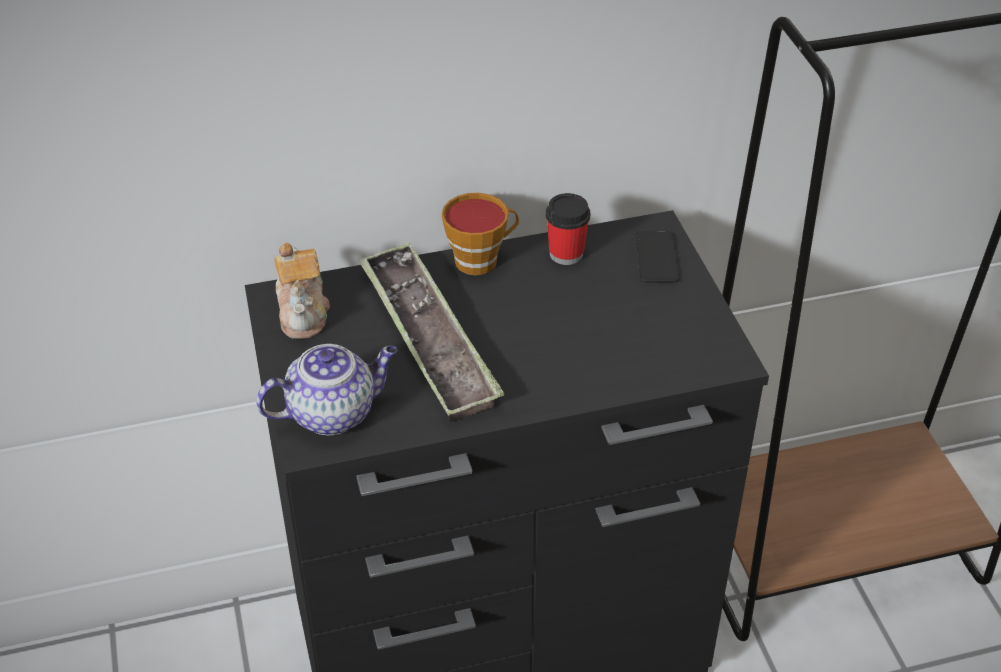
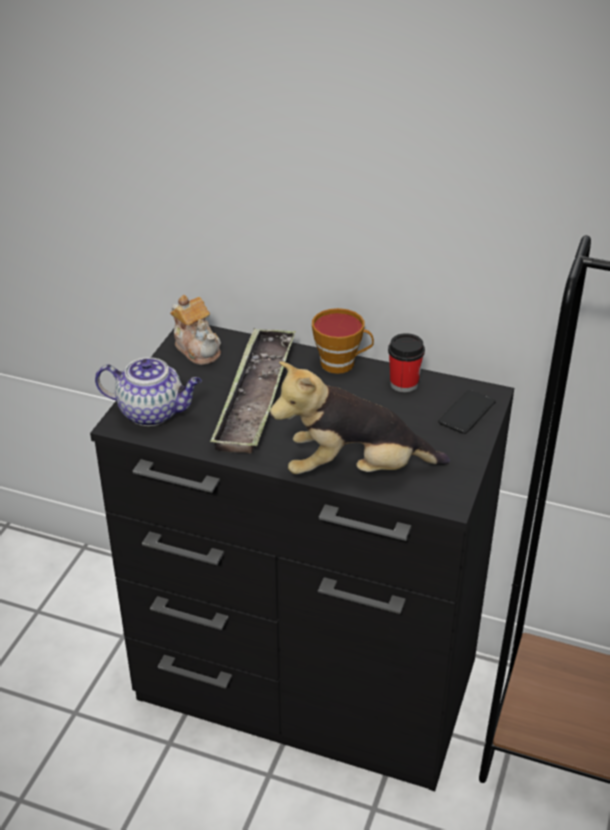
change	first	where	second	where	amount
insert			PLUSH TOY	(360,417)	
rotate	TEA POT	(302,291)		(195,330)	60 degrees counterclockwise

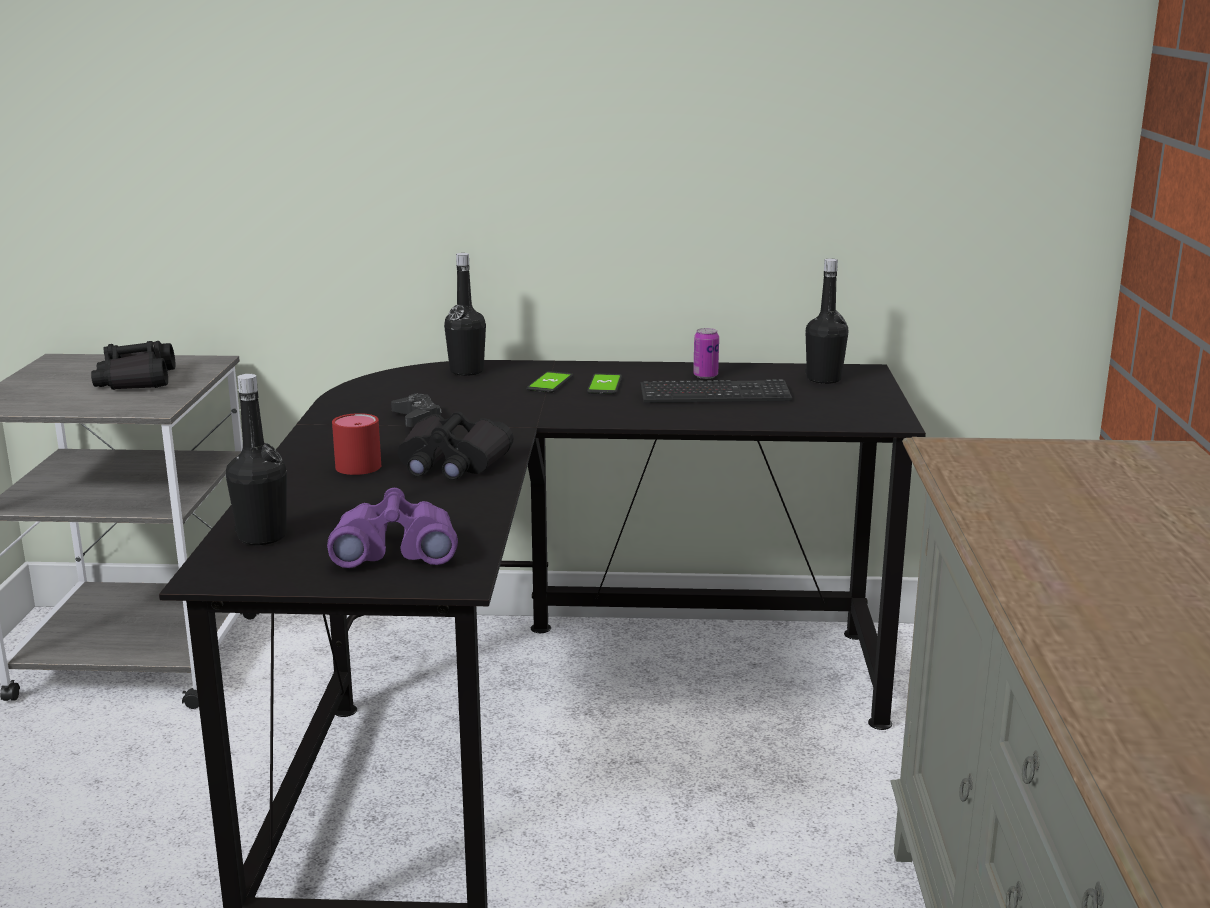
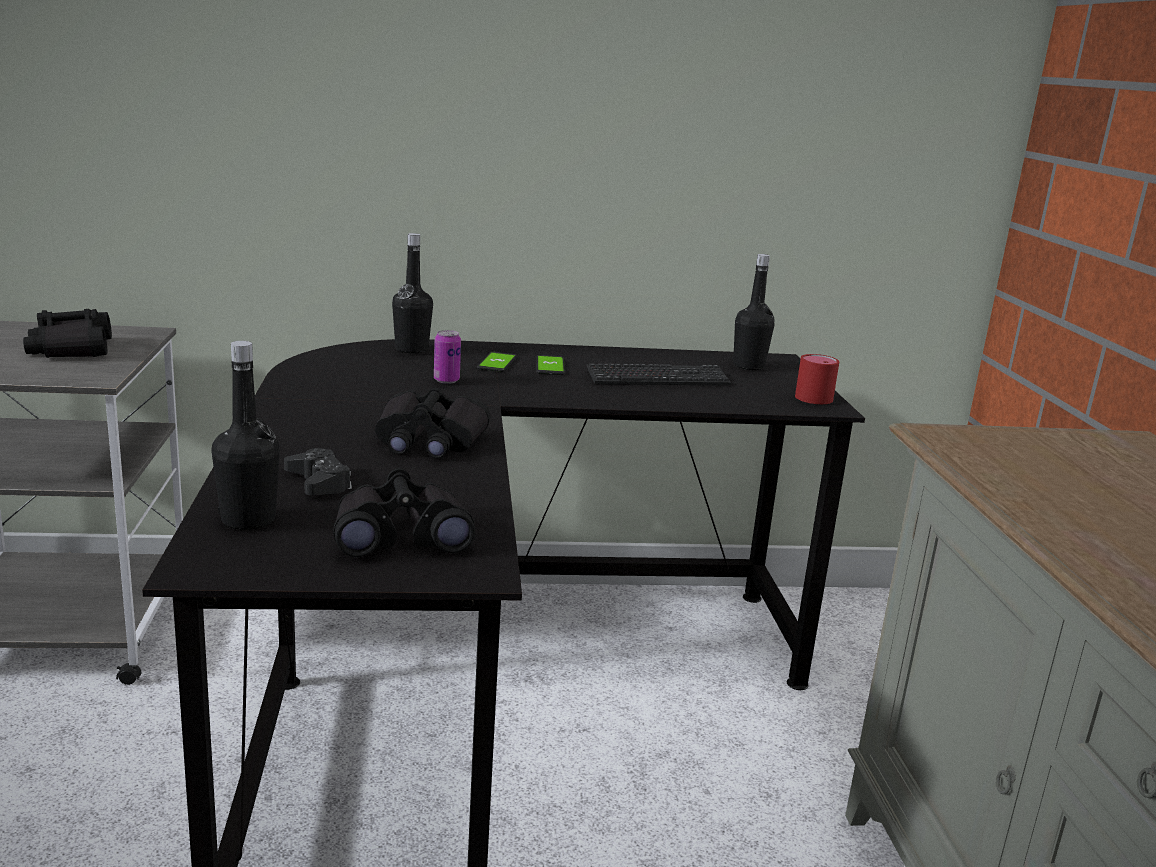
change	first	where	second	where	amount
move	RED TEA MUG	(356,444)		(817,379)	
move	BLACK JOYPAD	(416,410)		(318,471)	
move	METAL CAN	(706,353)		(447,357)	
recolor	PURPLE-COLOURED BINOCULARS	(392,528)	BLACK BINOCULARS	(404,512)	

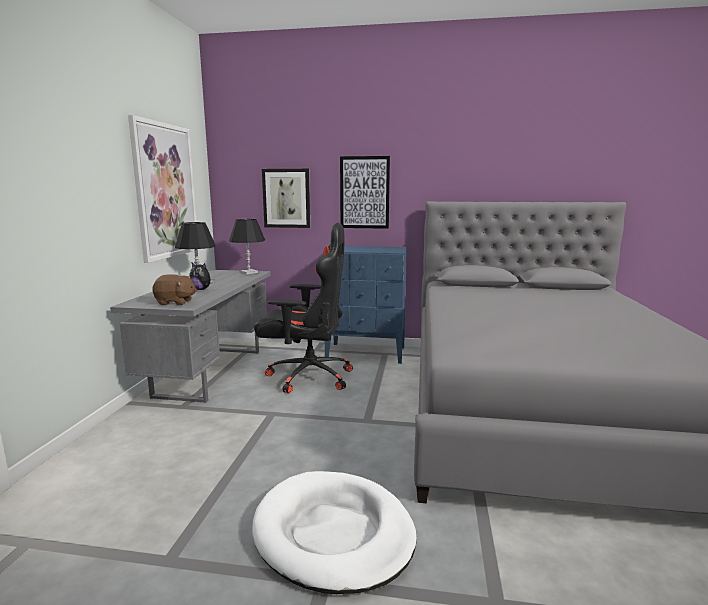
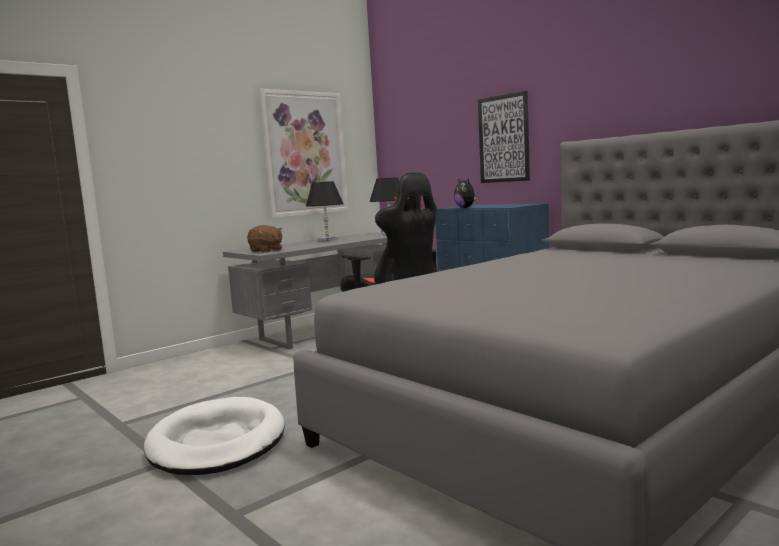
change	first	where	second	where	amount
delete	WALL ART	(286,198)			
move	PLUSH TOY	(202,276)		(466,193)	

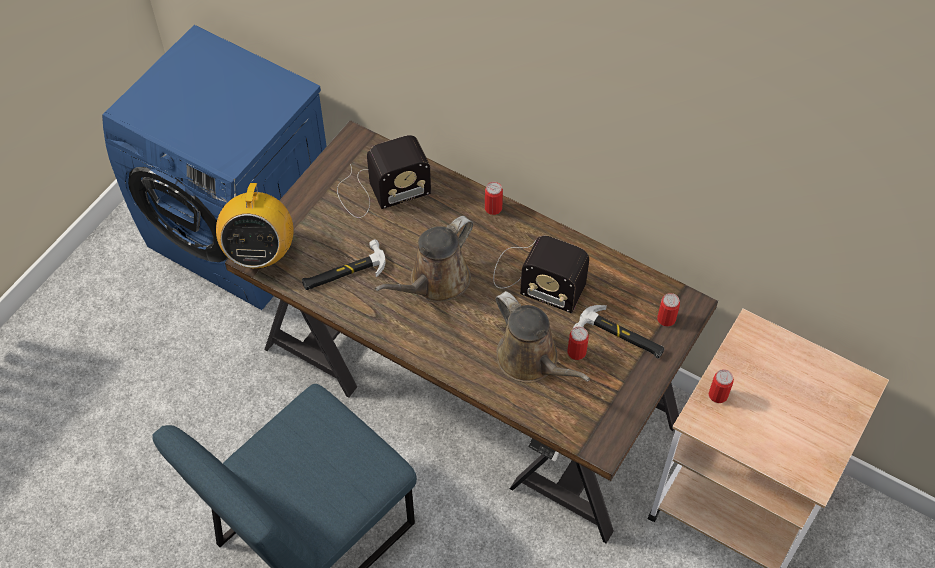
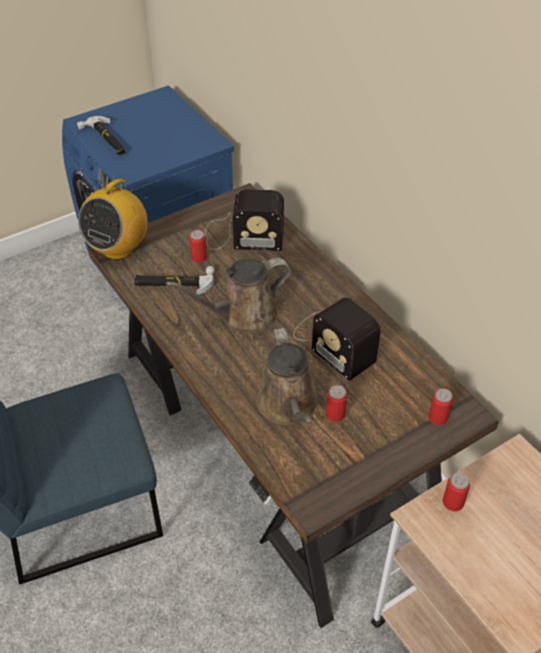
change	first	where	second	where	amount
move	METAL CAN	(494,198)		(198,246)	
move	HAMMER	(618,331)		(101,135)	

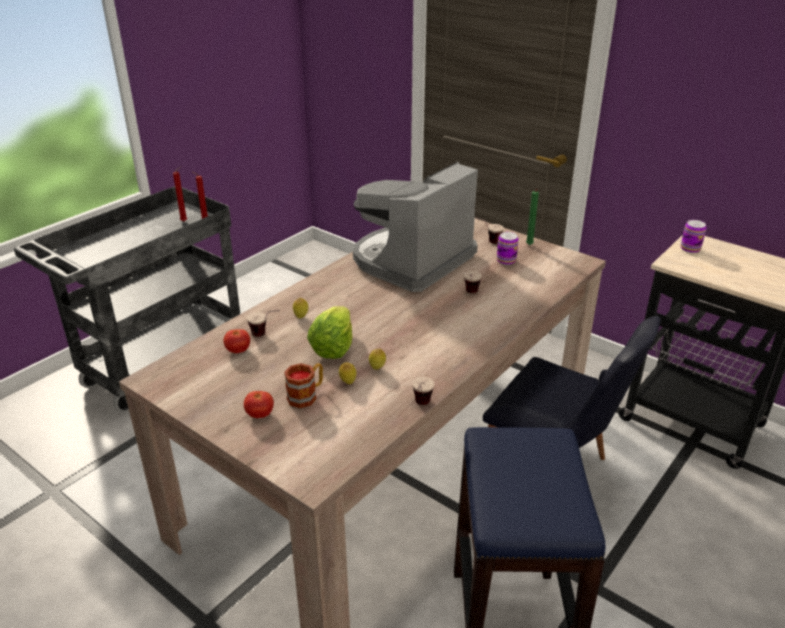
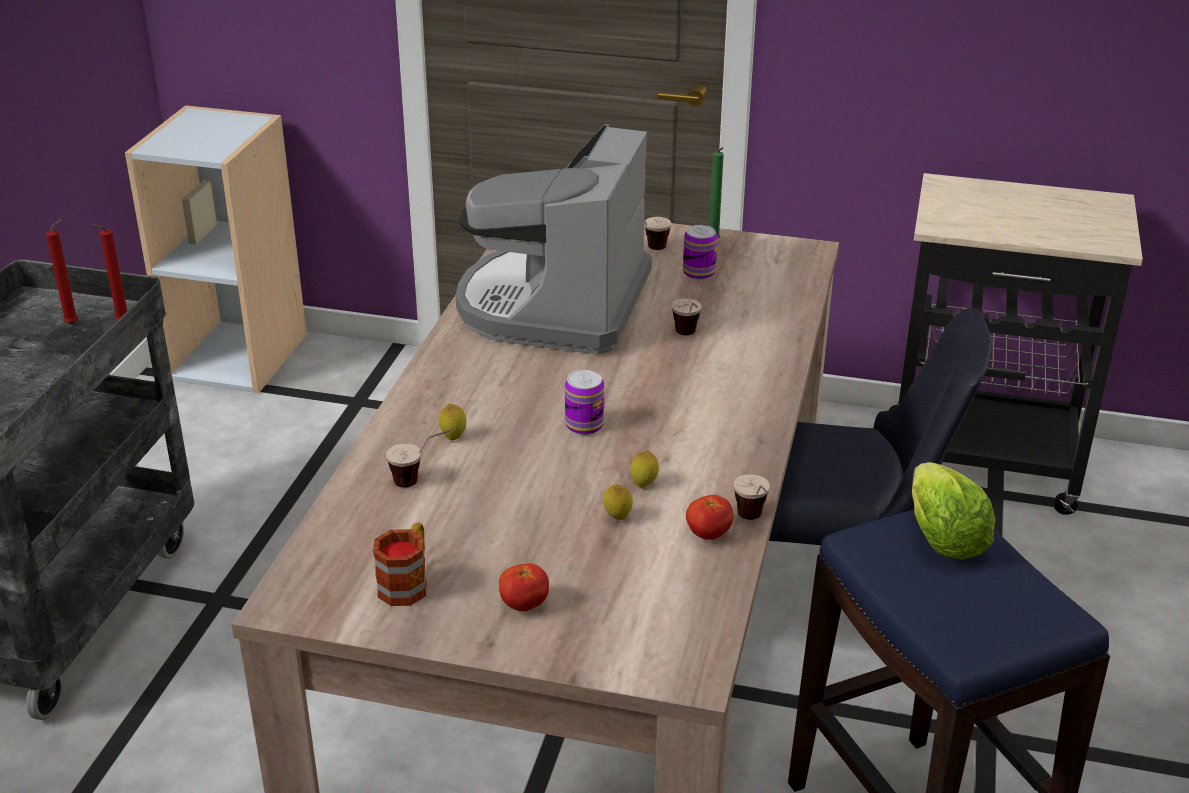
change	first	where	second	where	amount
insert			SHELVING UNIT	(216,249)	
move	TOMATO	(237,341)		(709,517)	
move	TEA MUG	(303,385)		(400,564)	
move	HEAD OF LETTUCE	(329,332)		(954,510)	
move	METAL CAN	(694,236)		(584,402)	

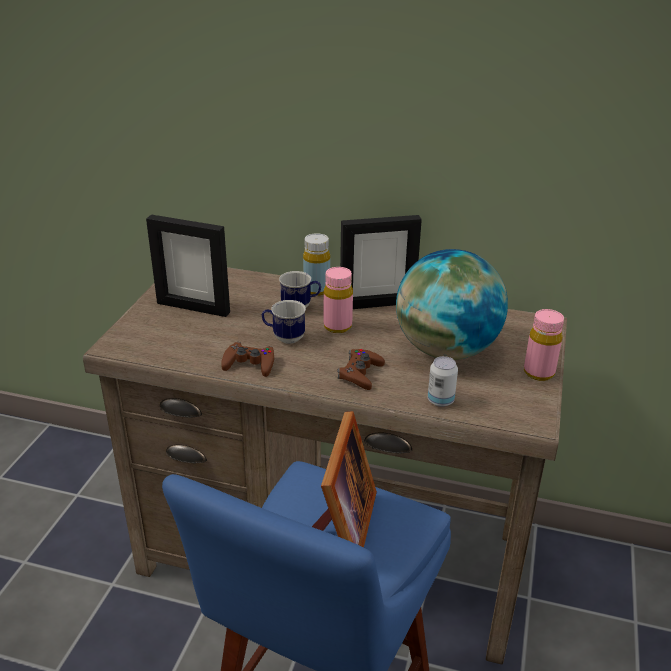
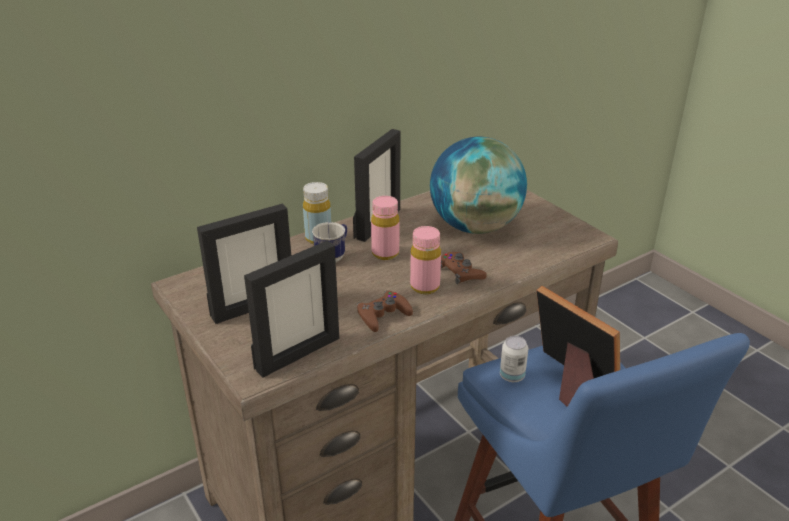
change	first	where	second	where	amount
delete	TEA MUG	(284,322)			
insert			PHOTO FRAME	(291,309)	
move	METAL CAN	(443,381)		(514,359)	
move	PINK DRINK BOTTLE	(544,345)		(425,260)	

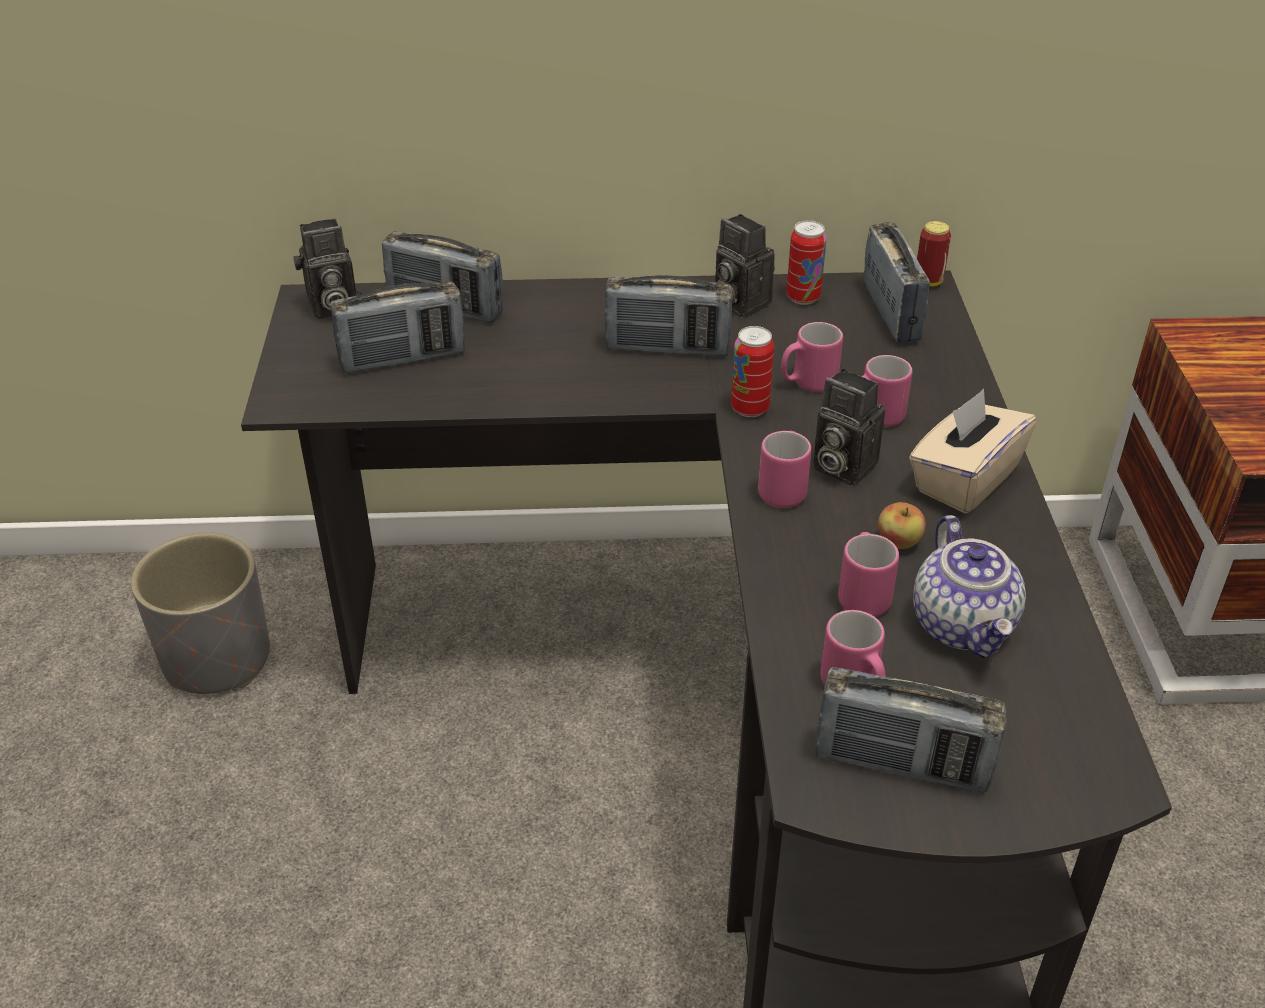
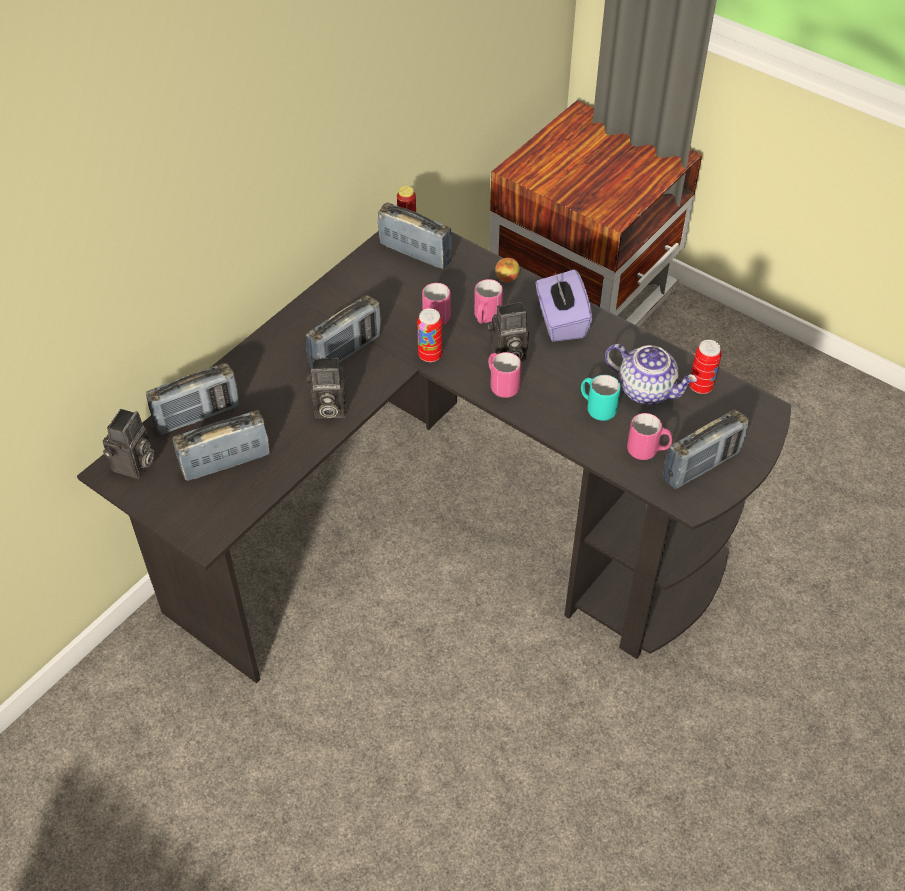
change	first	where	second	where	amount
delete	GREYISH FLOWER POT	(200,613)			
move	PHOTO CAMERA	(745,266)		(326,388)	
move	METAL CAN	(806,262)		(705,367)	
move	APPLE FRUIT	(902,525)		(507,270)	
recolor	PINK TEA MUG	(868,574)	TURQUOISE TEA MUG	(601,398)	
recolor	SAND-COLOURED BOX OF TISSUES	(972,451)	PURPLE-COLOURED BOX OF TISSUES	(564,305)	
rotate	RADIO	(398,327)		(221,445)	135 degrees counterclockwise

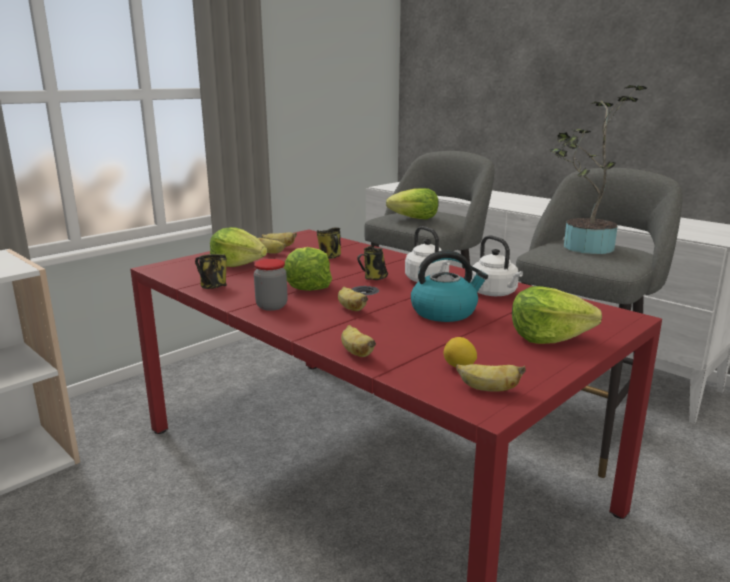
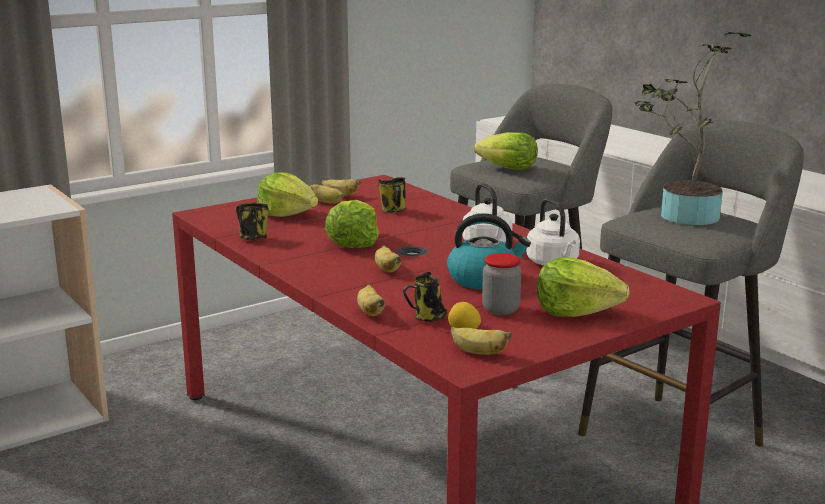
change	first	where	second	where	amount
move	PRESERVE JAR	(271,285)		(501,284)	
move	TEA MUG	(372,262)		(425,297)	

